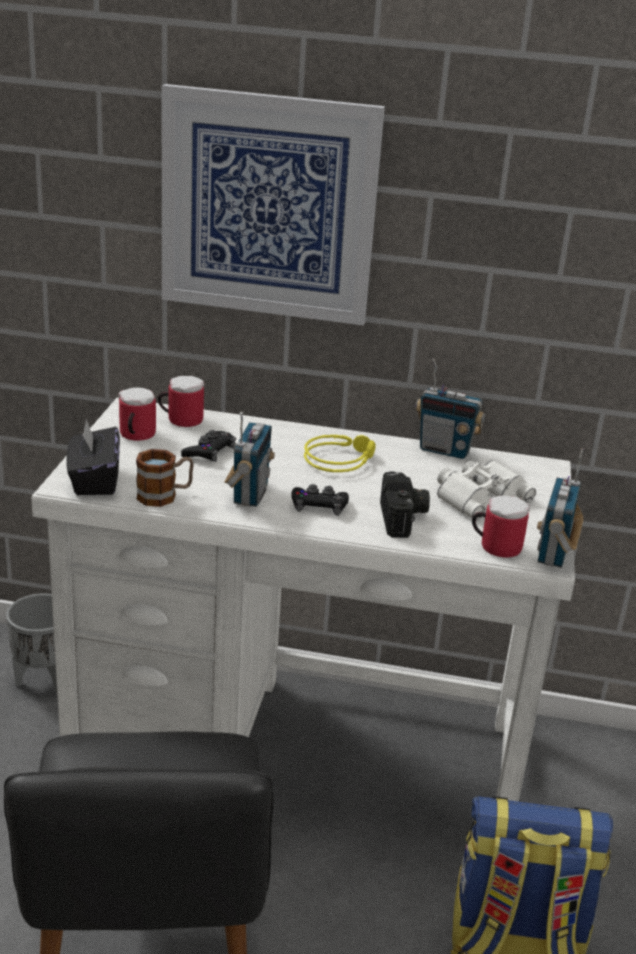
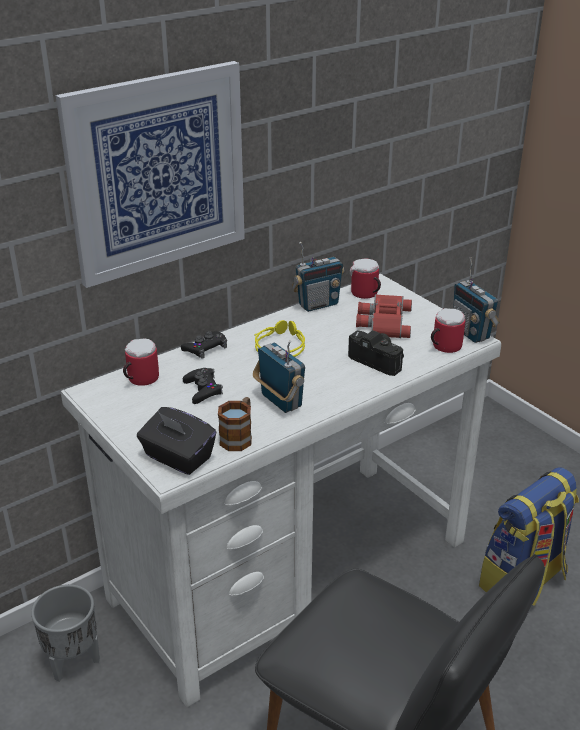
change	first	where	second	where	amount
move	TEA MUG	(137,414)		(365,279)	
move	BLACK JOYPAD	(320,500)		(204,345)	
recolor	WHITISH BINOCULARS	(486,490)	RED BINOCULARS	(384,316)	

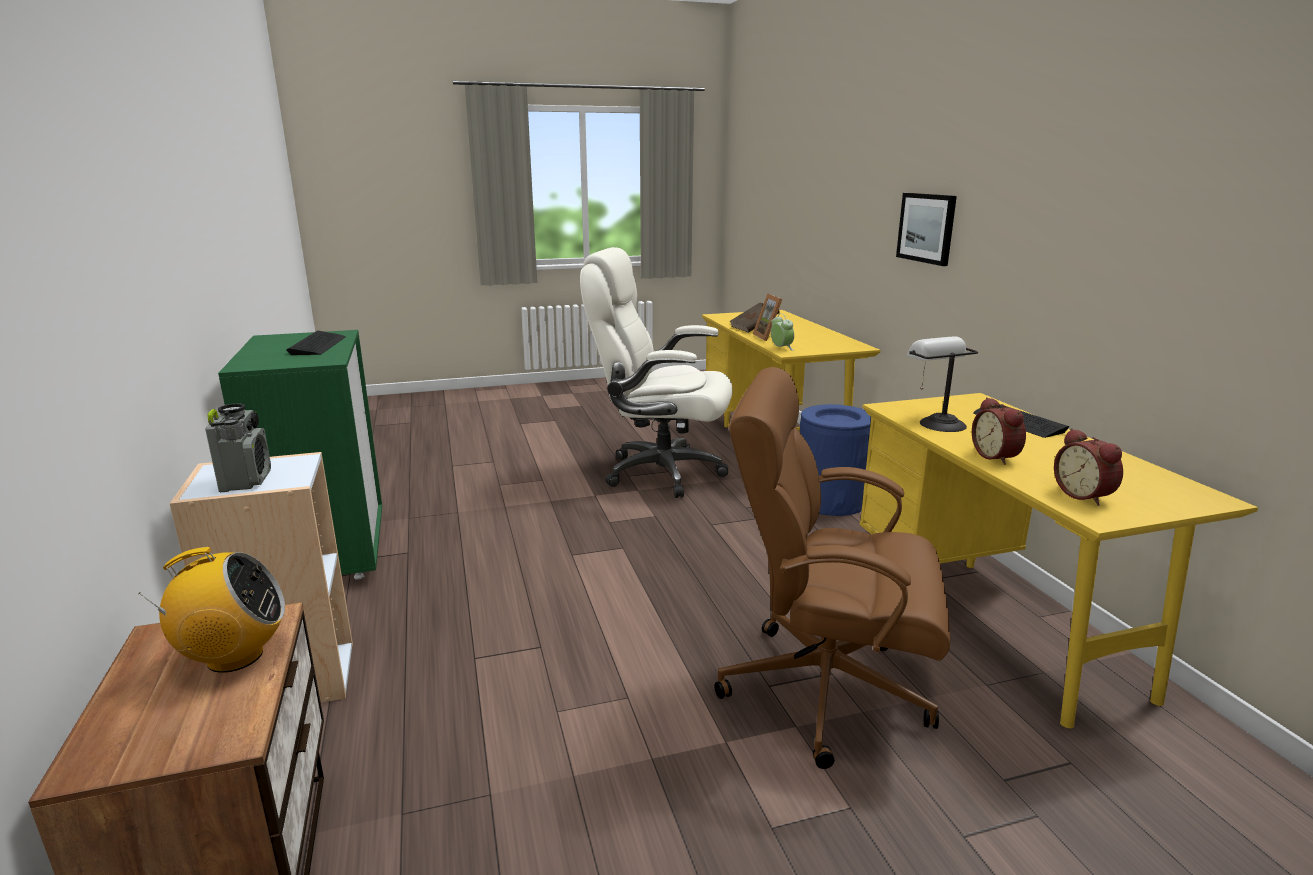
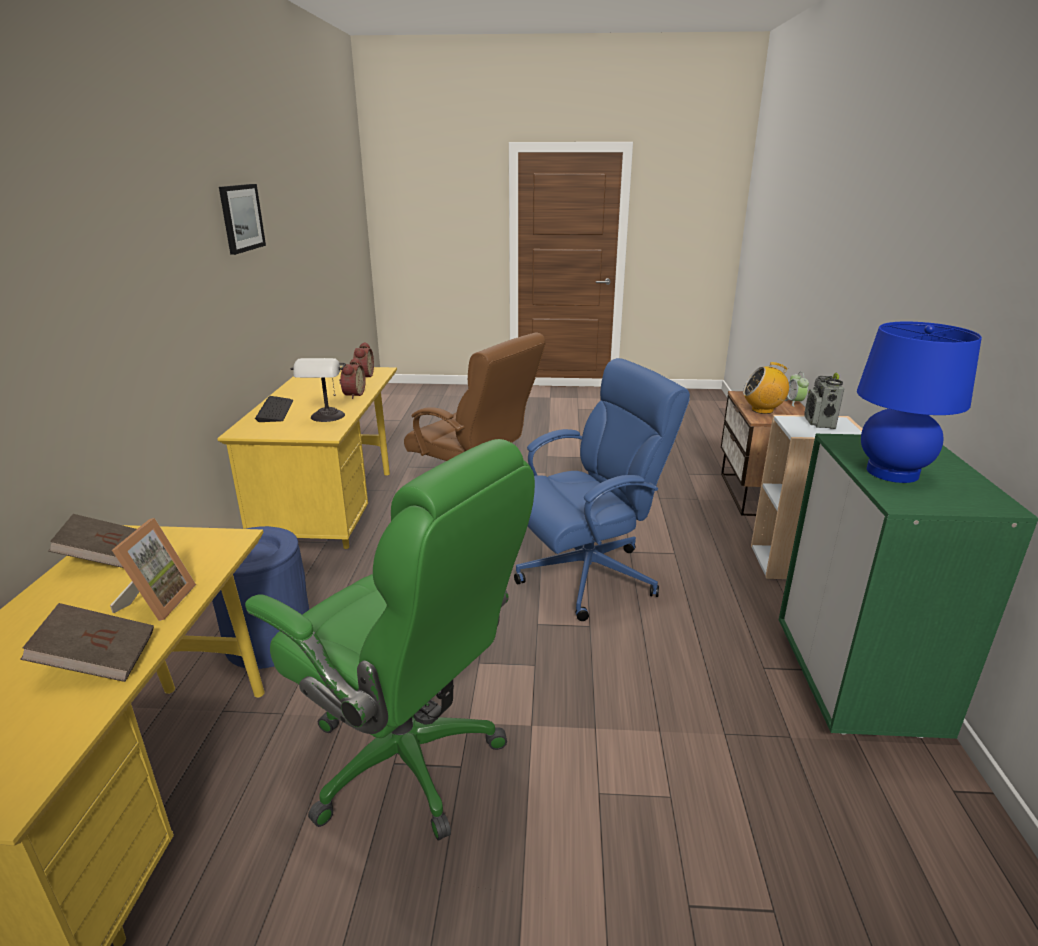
change	first	where	second	where	amount
insert			BROWNISH BOUND BOOK	(92,541)	
insert			BLUISH OFFICE CHAIR	(602,489)	
move	BEDSIDE CLOCK	(782,332)		(797,389)	
move	WALL ART	(926,229)		(242,219)	
replace	COMPUTER KEYBOARD	(316,343)	BLUISH LAMP FOR A TABLE	(919,402)	
recolor	WHITISH OFFICE CHAIR	(656,372)	GREENISH OFFICE CHAIR	(390,640)	

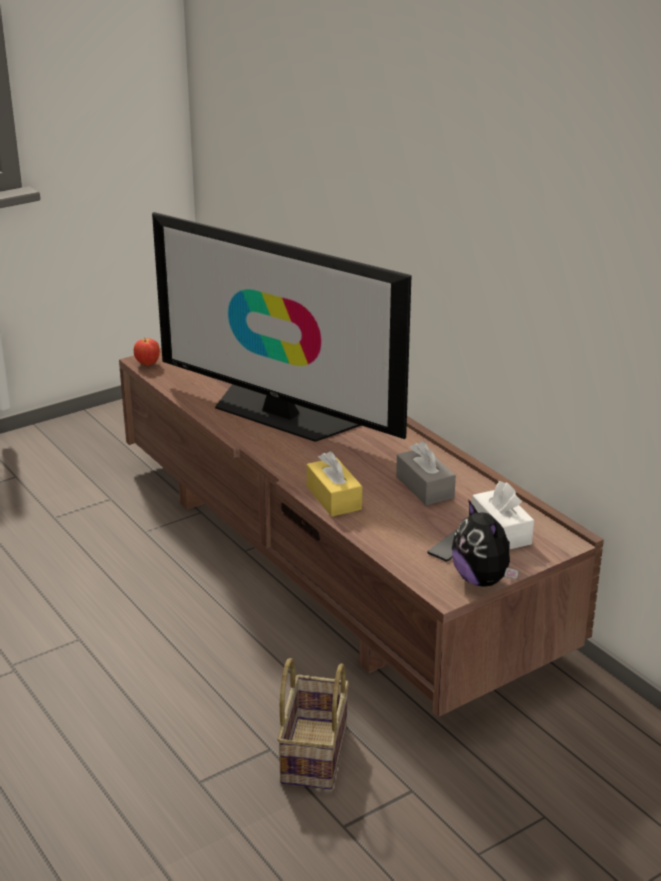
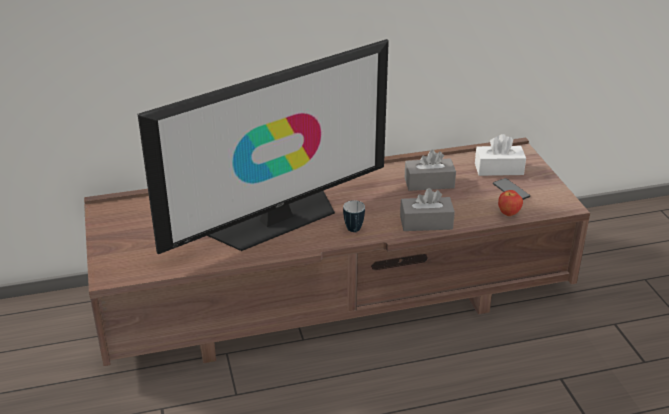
change	first	where	second	where	amount
delete	HOUSEHOLD BASKET	(313,724)			
delete	PLUSH TOY	(485,543)			
insert			TEA MUG	(354,216)	
move	APPLE FRUIT	(147,351)		(510,203)	
recolor	YELLOW-COLOURED BOX OF TISSUES	(334,484)	GREYISH BOX OF TISSUES	(427,209)	

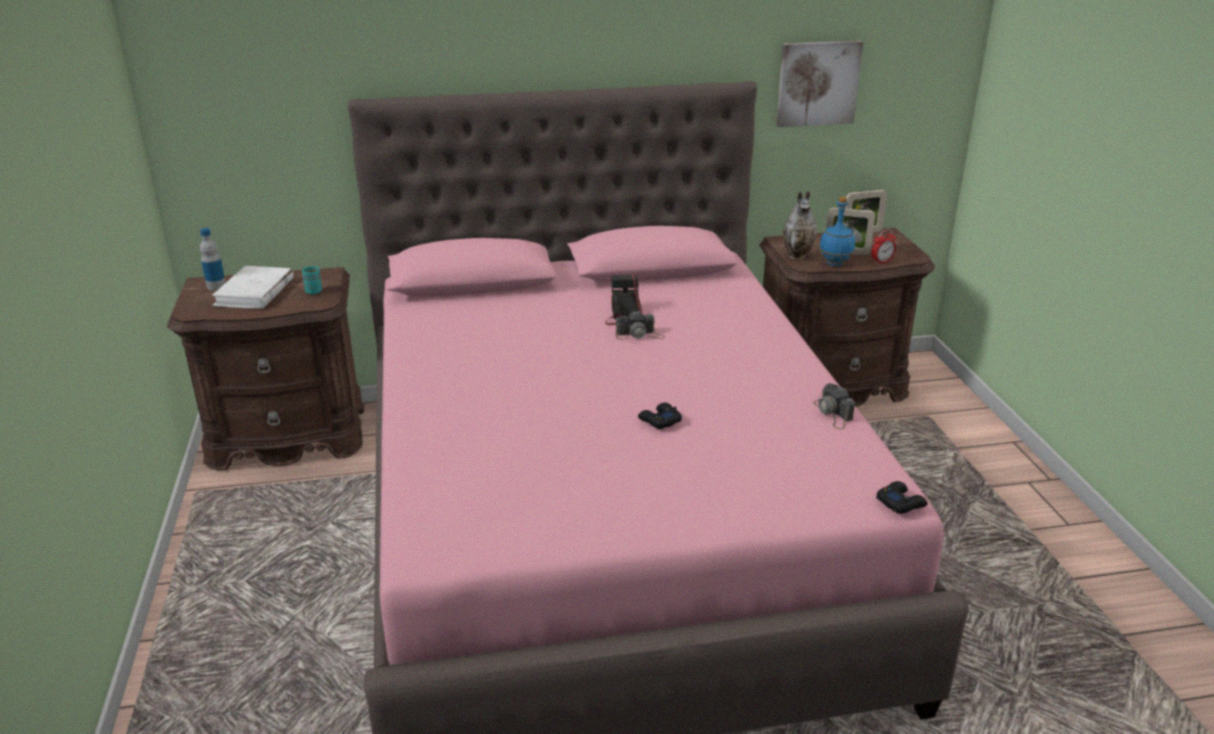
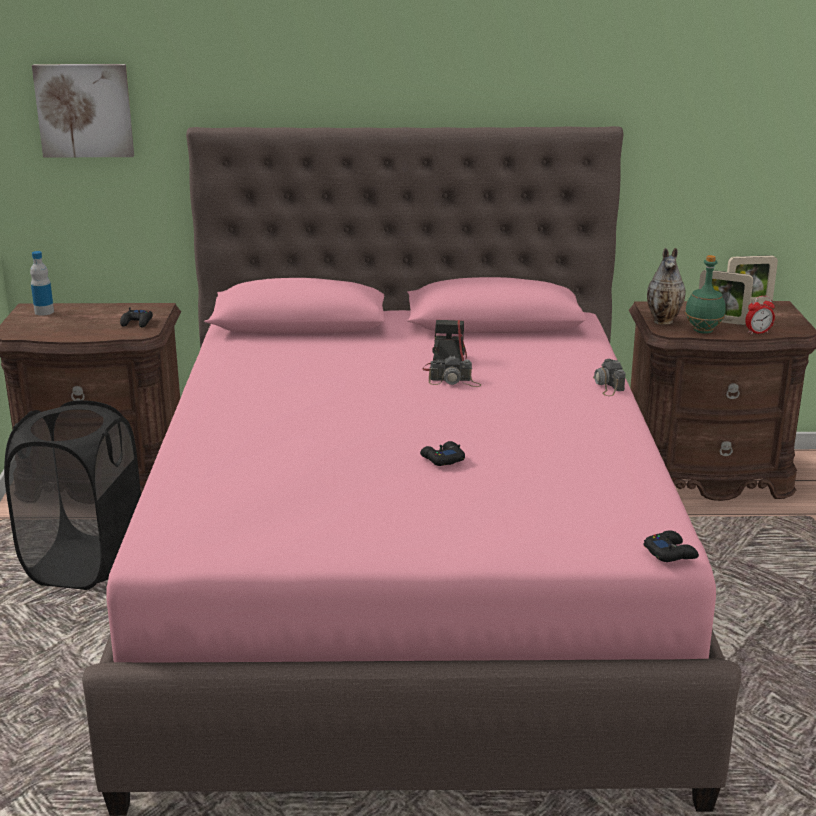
change	first	where	second	where	amount
delete	WHITISH BOUND BOOK	(253,287)			
insert			BLACK LAUNDRY BASKET	(72,495)	
move	WALL ART	(819,83)		(83,110)	
move	PHOTO CAMERA	(834,406)		(609,377)	
replace	TURQUOISE CUP	(312,280)	BLACK JOYPAD	(136,317)	
recolor	BLUISH DRINK BOTTLE	(837,231)	GREENISH DRINK BOTTLE	(705,294)	

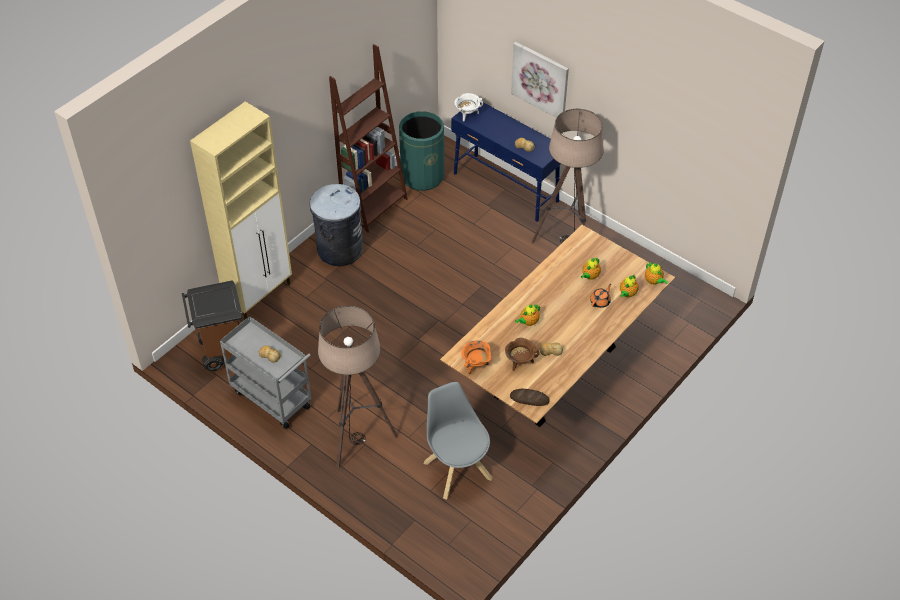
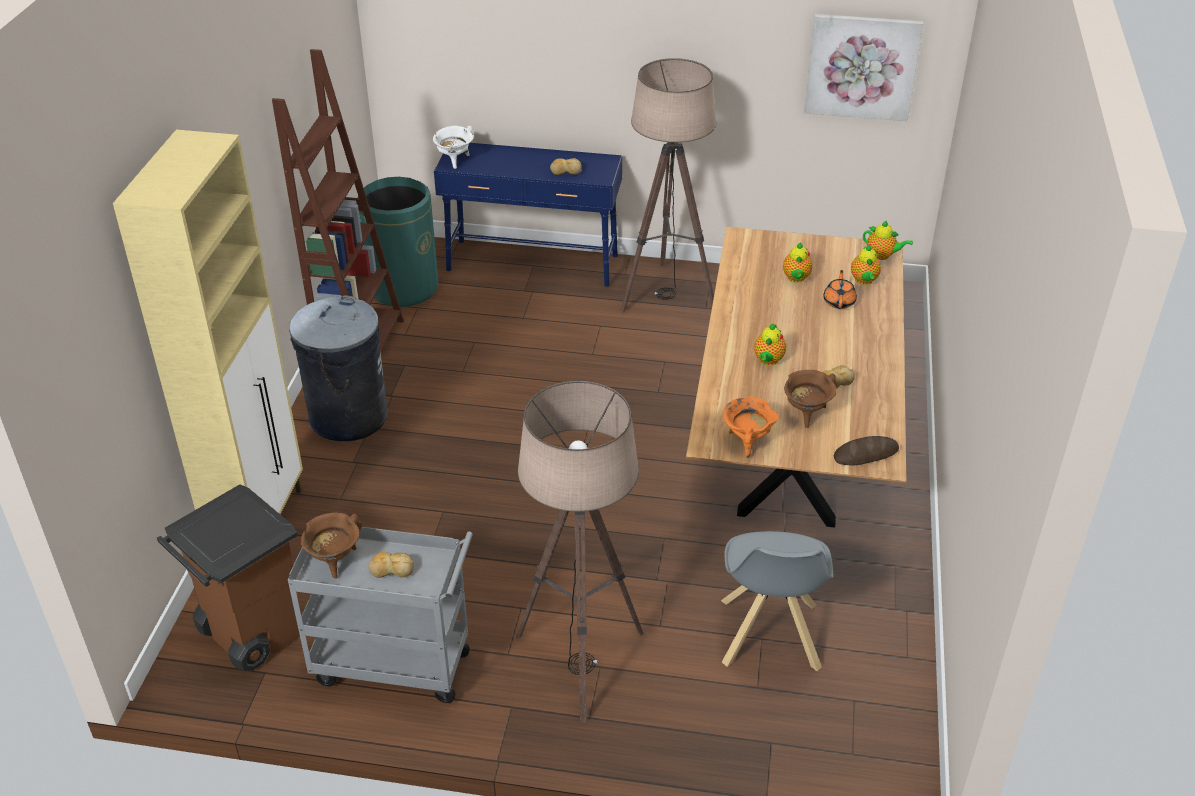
change	first	where	second	where	amount
insert			BROWNISH SAUCEPOT	(331,545)	
move	WALL ART	(540,80)		(863,67)	
rotate	GREYISH CHAIR	(458,441)		(777,601)	120 degrees counterclockwise

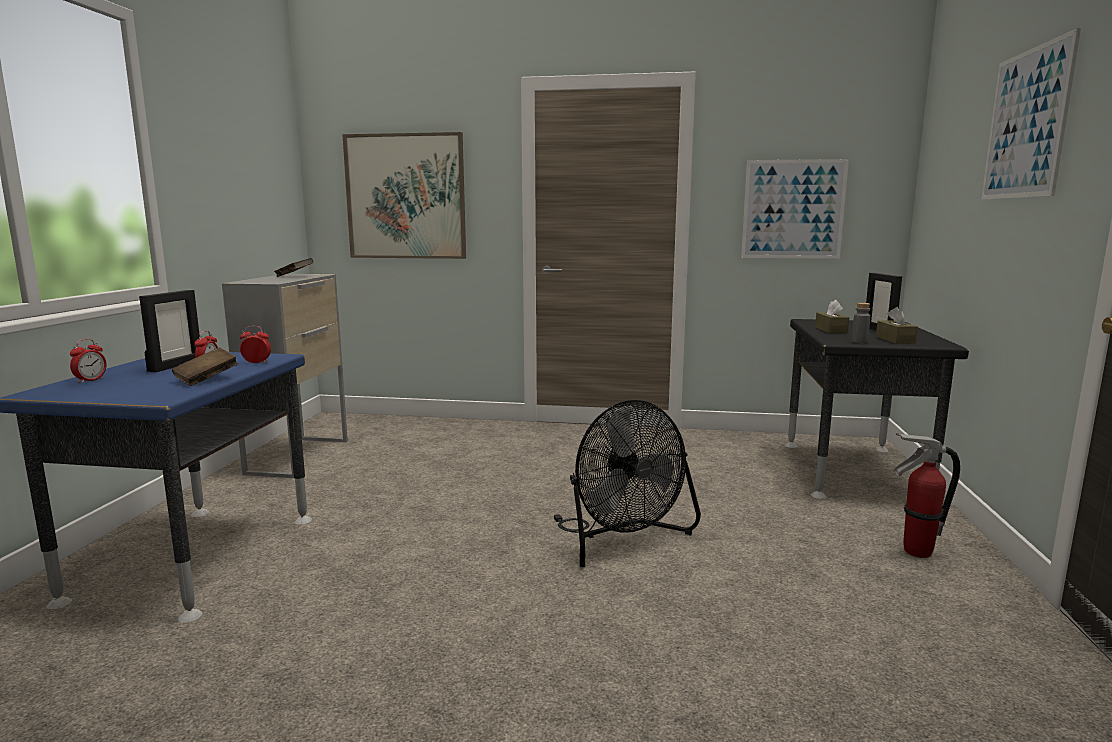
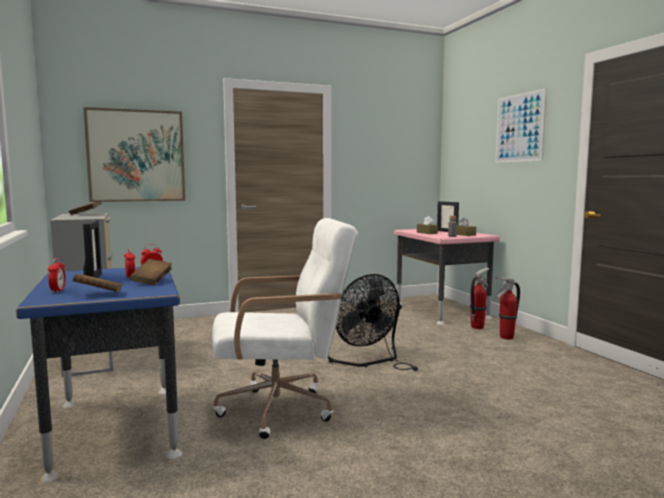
change	first	where	second	where	amount
delete	WALL ART	(795,209)			
insert			BROWNISH BOUND BOOK	(98,283)	
insert			WHITISH OFFICE CHAIR	(285,328)	
insert			EXTINGUISHER	(480,298)	
recolor	BLACK DESK UNIT	(877,409)	PINK DESK UNIT	(447,277)	
rotate	BLACK FAN	(627,483)		(373,322)	150 degrees counterclockwise

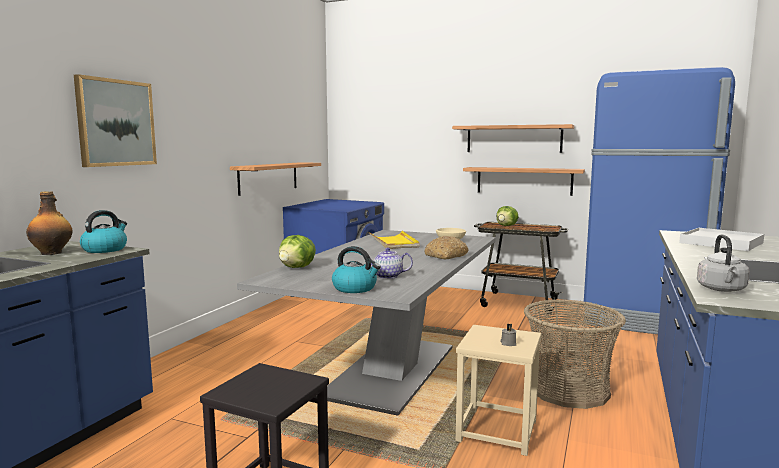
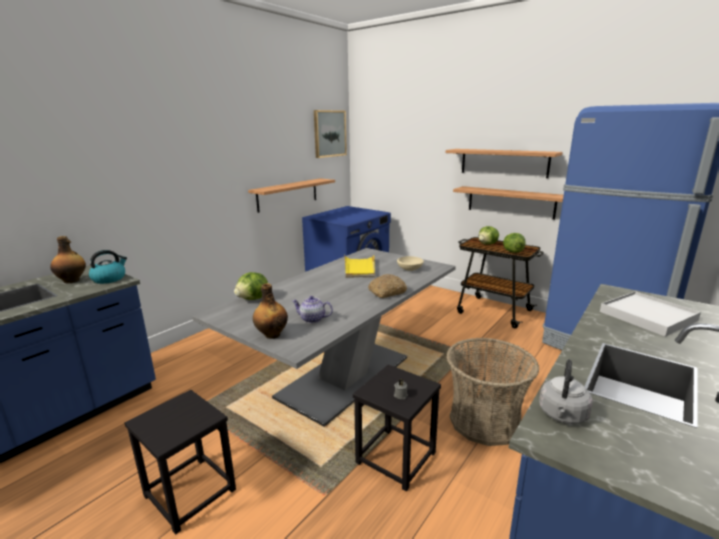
change	first	where	second	where	amount
insert			HEAD OF LETTUCE	(514,243)	
move	WALL ART	(115,120)		(330,134)	
replace	KETTLE	(356,269)	DRINK BOTTLE	(270,311)	
recolor	SAND-COLOURED STOOL	(498,390)	BLACK STOOL	(397,428)	

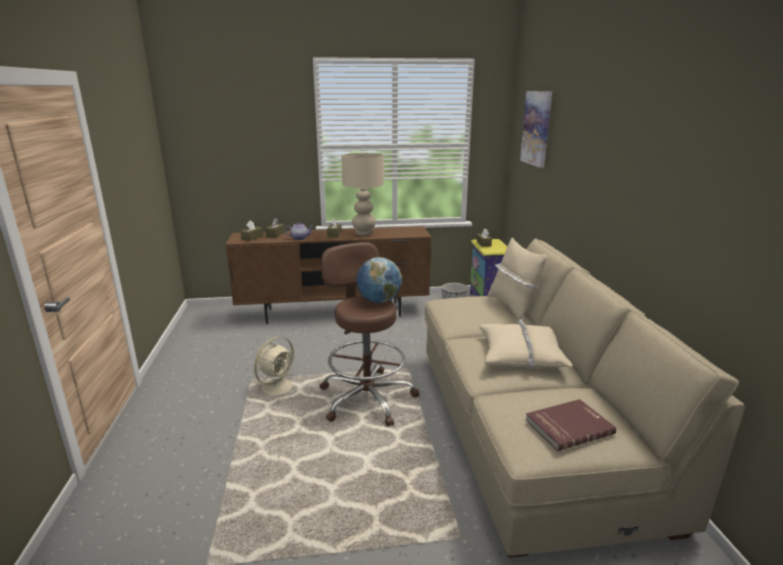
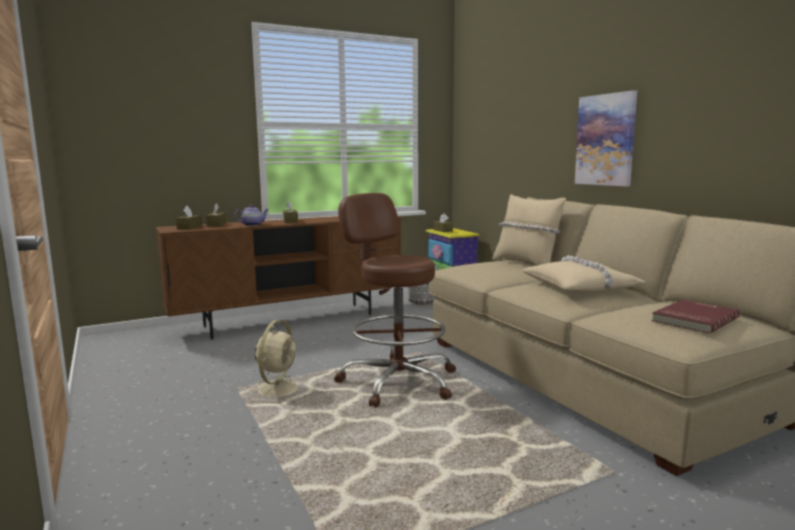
change	first	where	second	where	amount
delete	SAND-COLOURED LAMP FOR A TABLE	(362,193)			
delete	GLOBE	(379,280)			
move	WALL ART	(536,129)		(606,138)	

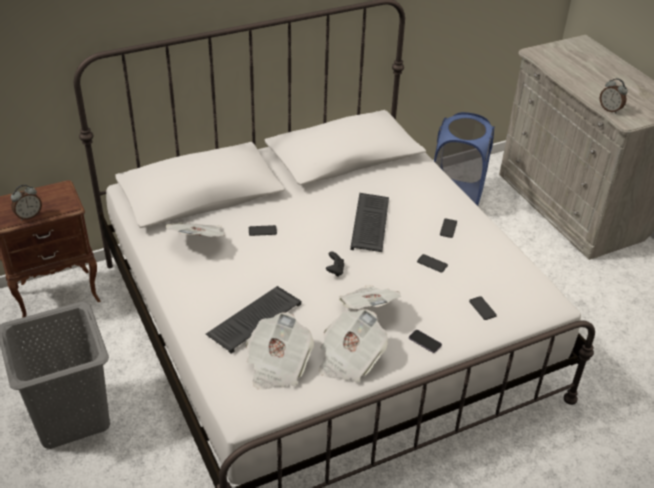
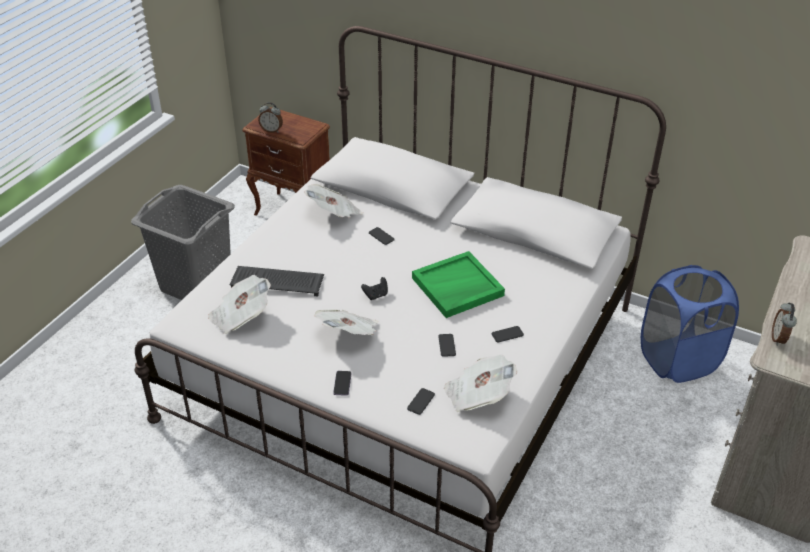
change	first	where	second	where	amount
move	DAILY PAPER	(353,345)		(480,383)	
replace	COMPUTER KEYBOARD	(370,222)	GREENISH SERVING TRAY	(458,284)	

